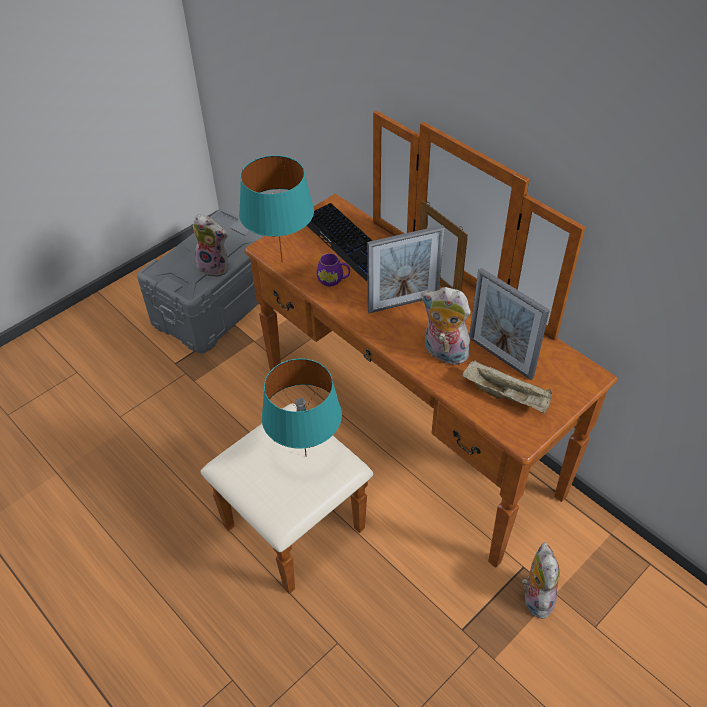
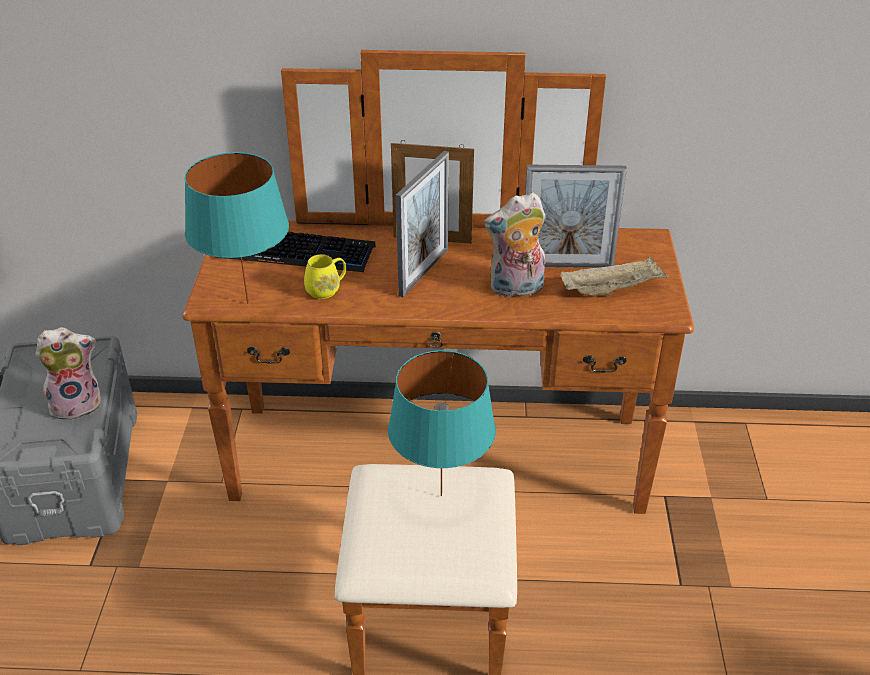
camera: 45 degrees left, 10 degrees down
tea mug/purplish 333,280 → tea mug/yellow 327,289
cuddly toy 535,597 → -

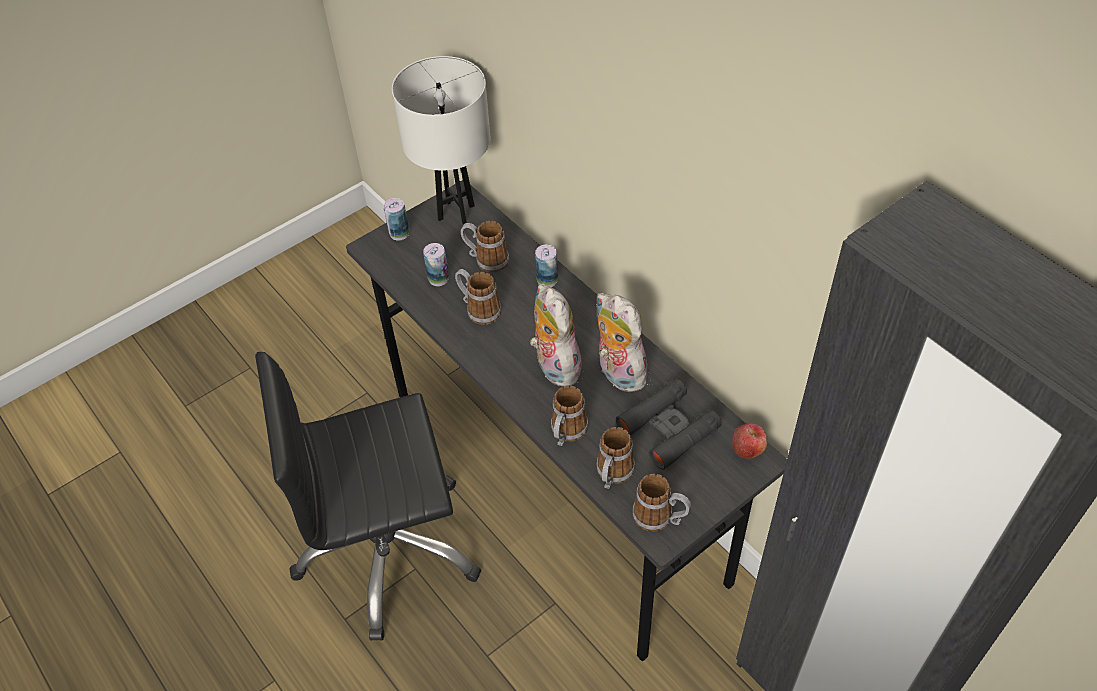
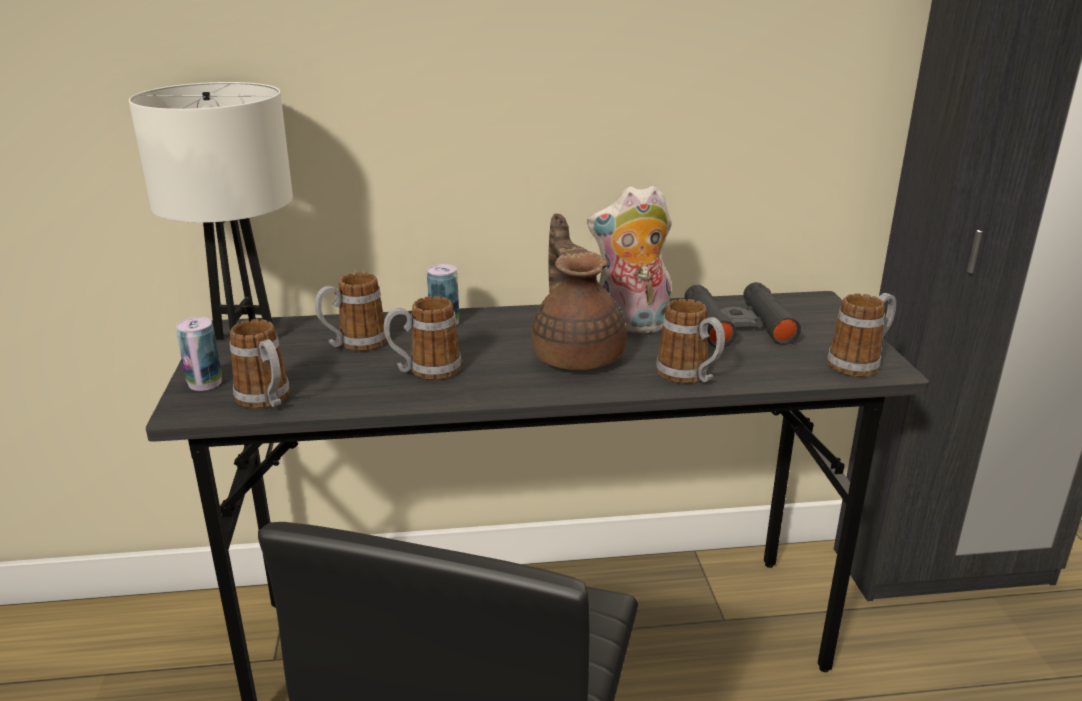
camera: 60 degrees left, 25 degrees down
can 438,278 → -
cuddly toy 554,365 → teapot/brownish 577,354
apple 748,449 → -
tea mug 612,475 → tea mug 267,401, relocated

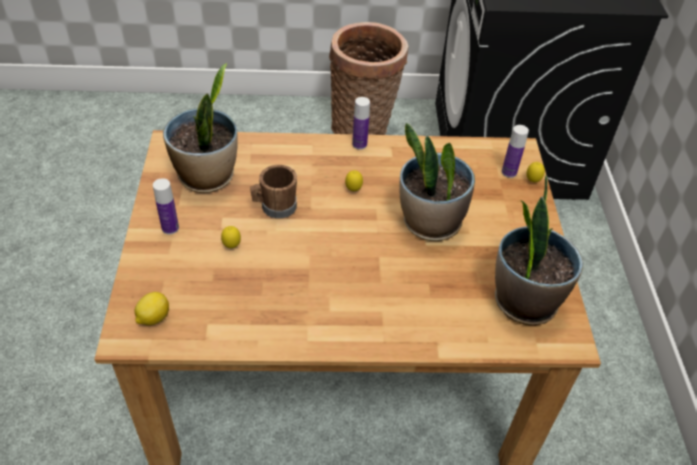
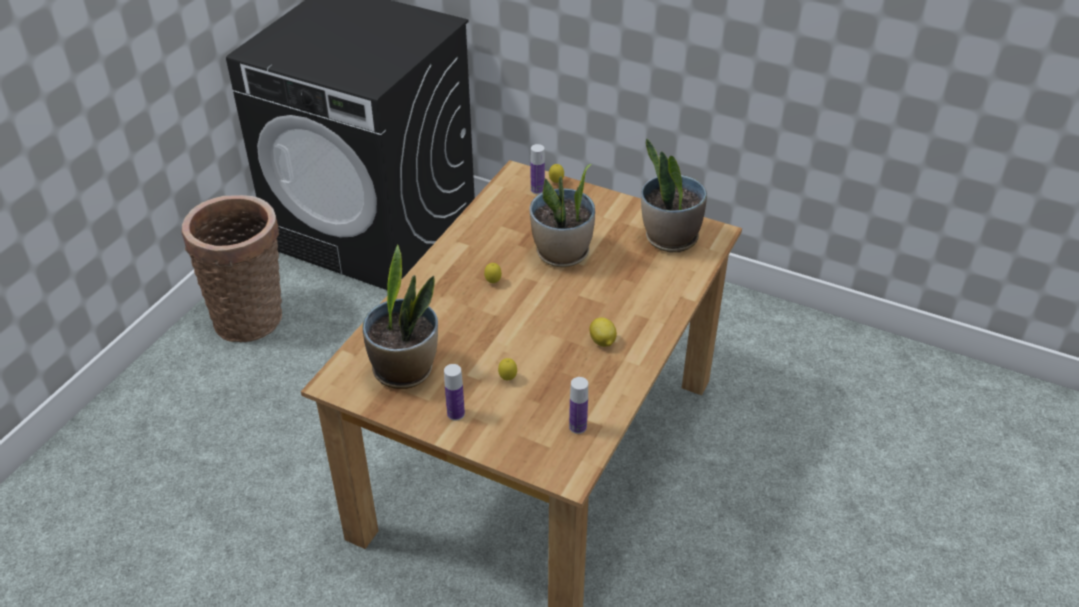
camera: 60 degrees left, 5 degrees down
bottle 359,144 → bottle 578,427, relocated
tea mug/brownish 275,207 → -
citrus fruit 153,318 → citrus fruit 602,342, relocated

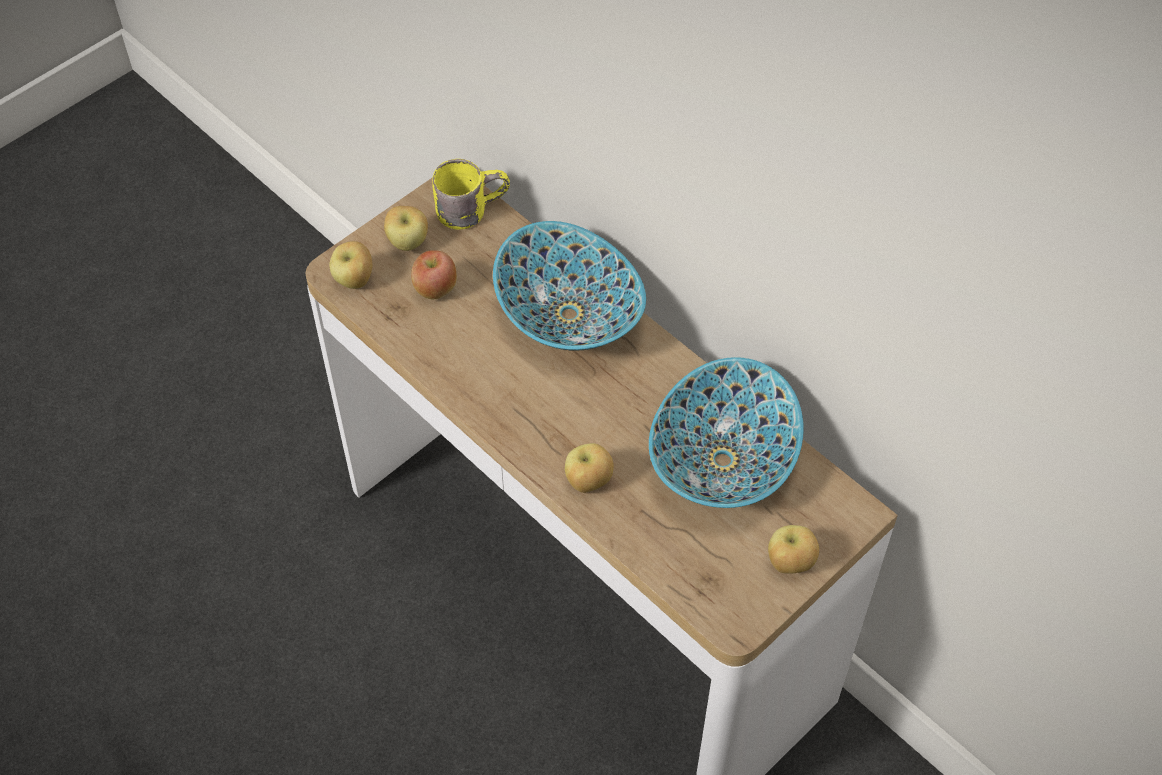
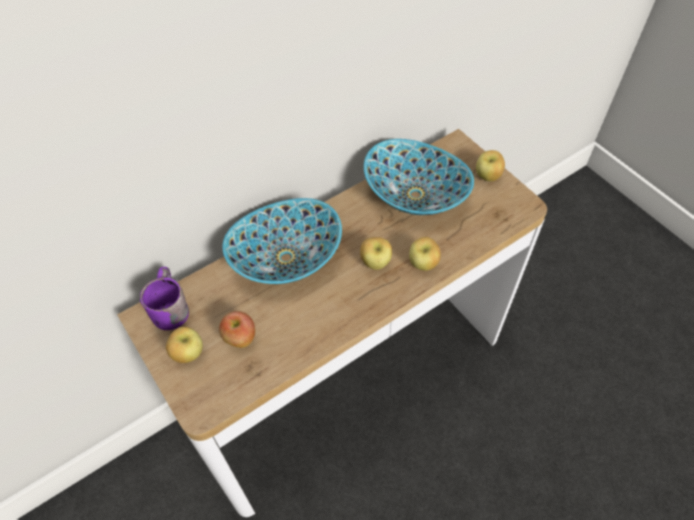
camera: 80 degrees left, 0 degrees up
tea mug/yellow 469,207 → tea mug/purplish 167,308
apple 355,280 → apple 375,262, relocated

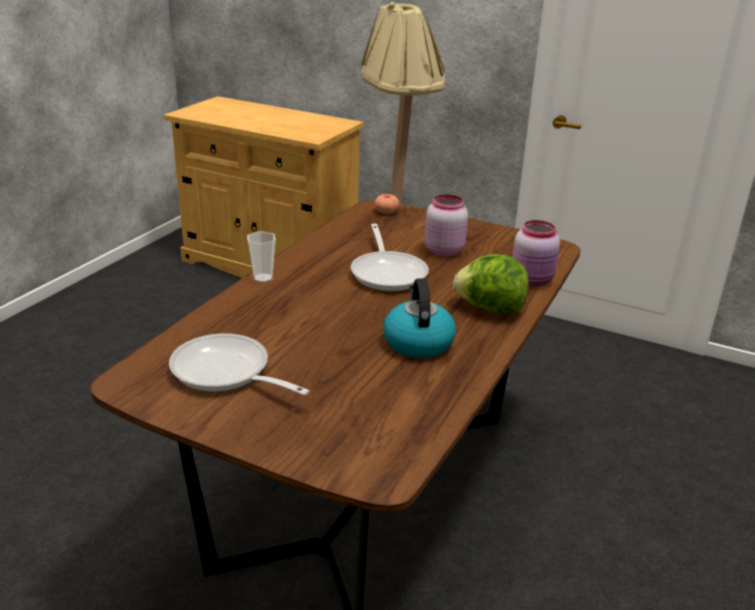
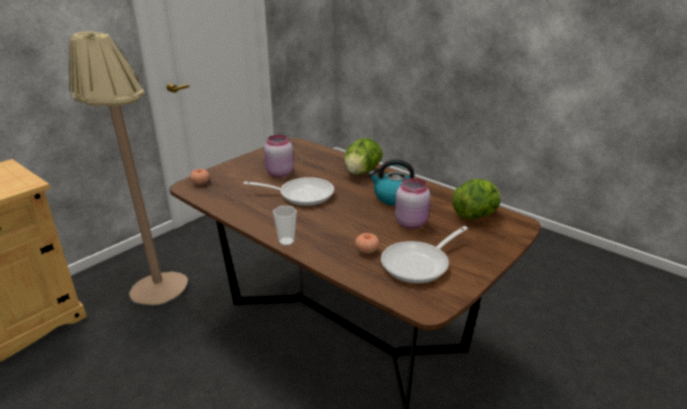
camera: 75 degrees left, 0 degrees up
preserve jar/pink 533,280 → preserve jar/pink 411,222, relocated
- → head of lettuce 475,215
- → fresh tomato 366,250

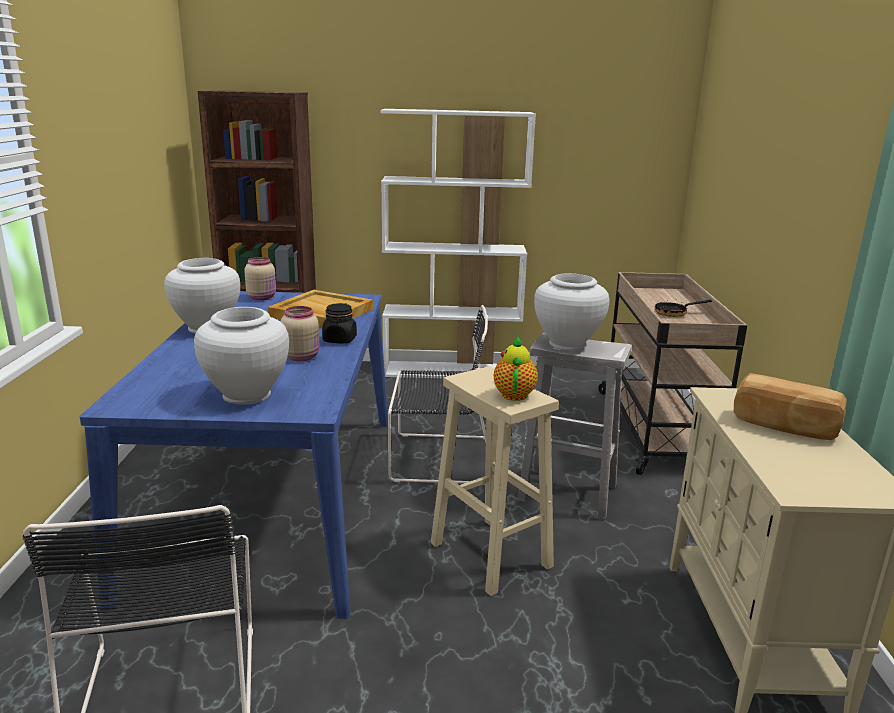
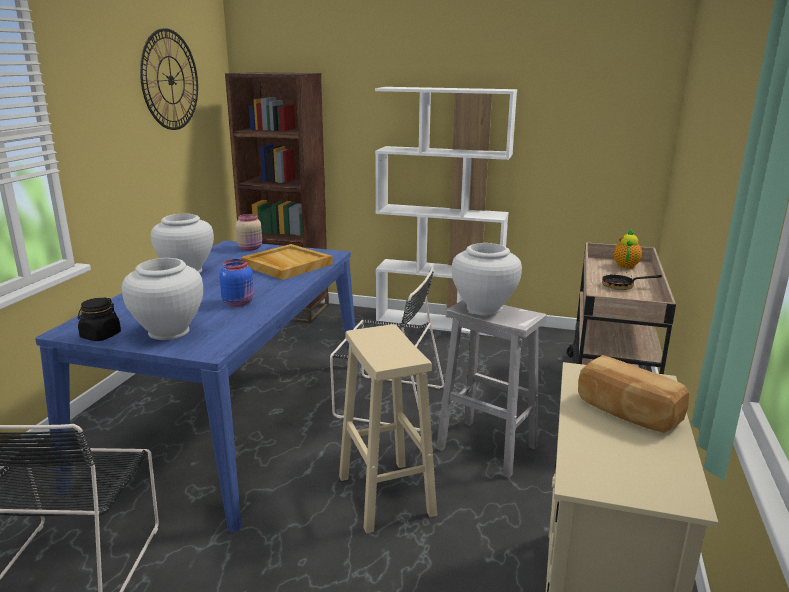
camera: 15 degrees right, 0 degrees up
preserve jar/blackish 339,340 → preserve jar/blackish 100,336, relocated
preserve jar/sand-coloured 302,357 → preserve jar/bluish 239,302
teapot 514,394 → teapot 626,265, relocated
- → clock on the wall 170,80

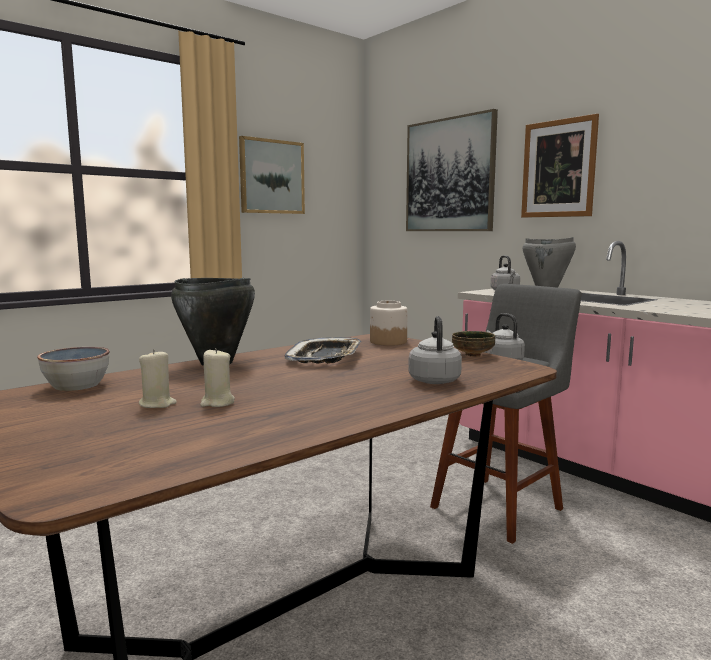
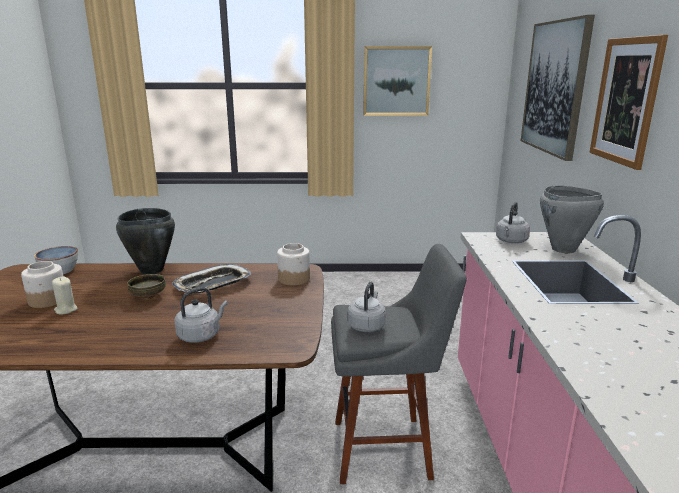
camera: 40 degrees right, 10 degrees up
deep dish 473,355 → deep dish 148,296, relocated
wax light/sand-coloured 157,404 → preserve jar 47,300

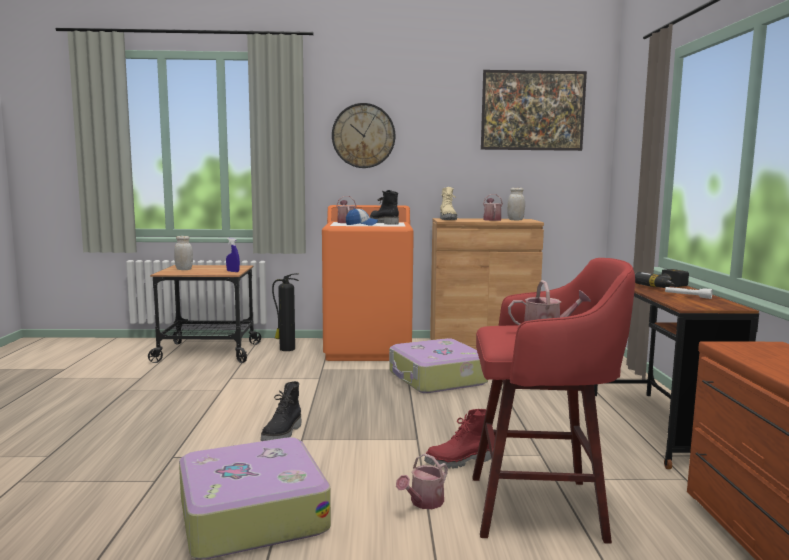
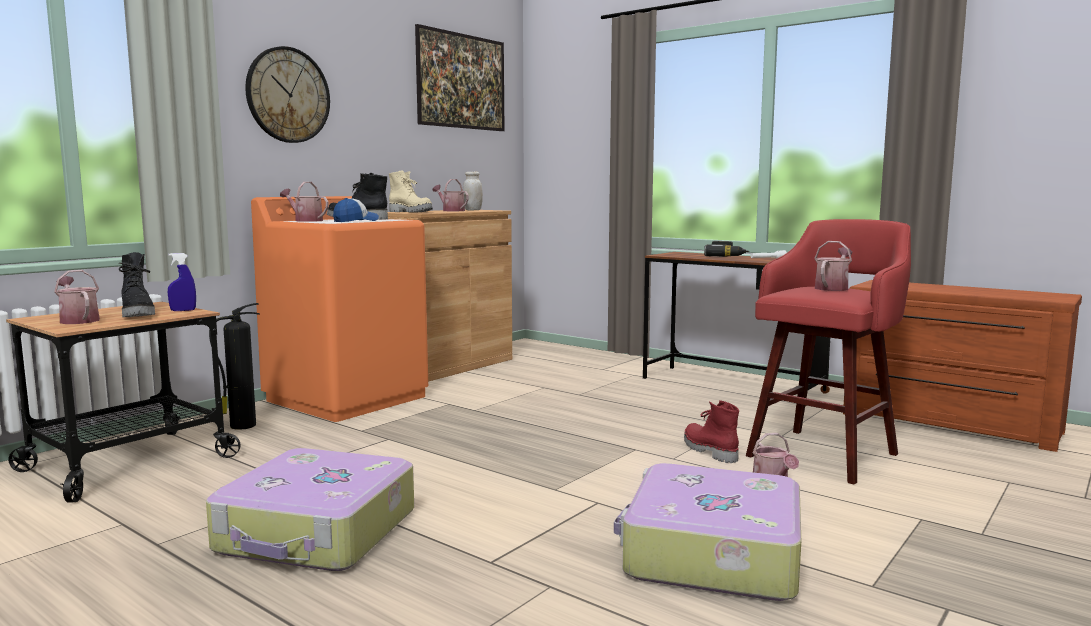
camera: 50 degrees left, 0 degrees up
preserve jar/white-coloured 184,269 → watering can 78,320
piece of luggage 436,378 → piece of luggage 318,532, relocated
high-top boot/blackish 283,434 → high-top boot/blackish 138,314, relocated
high-top boot/red 459,462 → high-top boot/red 708,451, 135 degrees clockwise

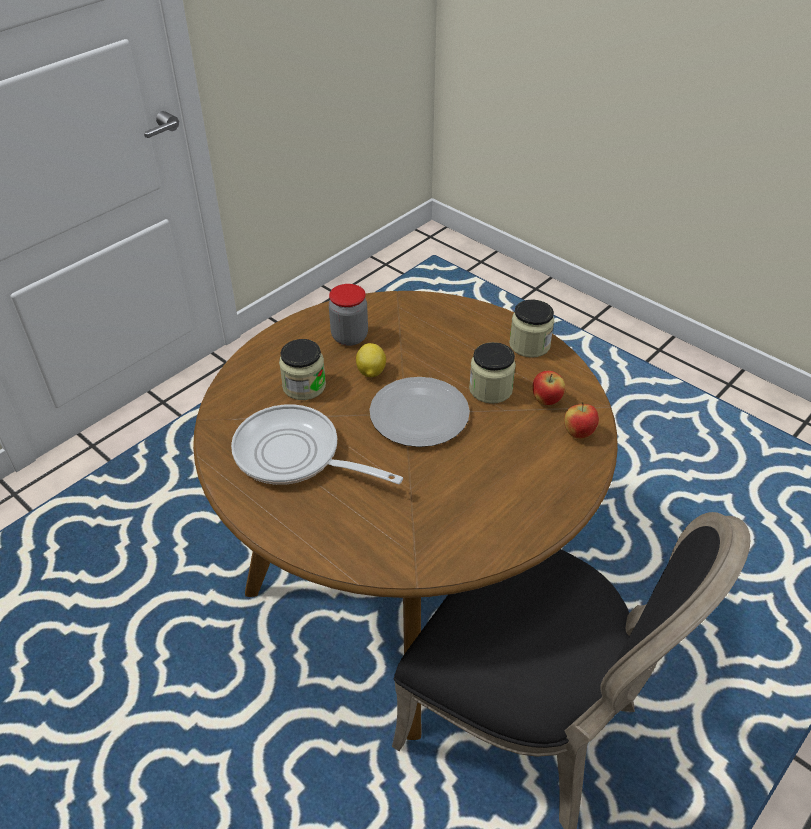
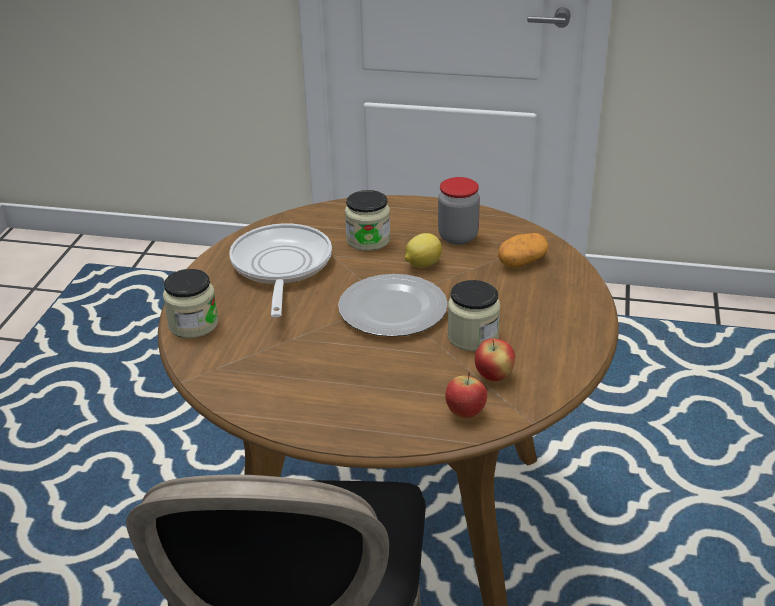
camera: 60 degrees right, 10 degrees down
preserve jar 529,345 → preserve jar 193,324, relocated
- → whole potato 522,262

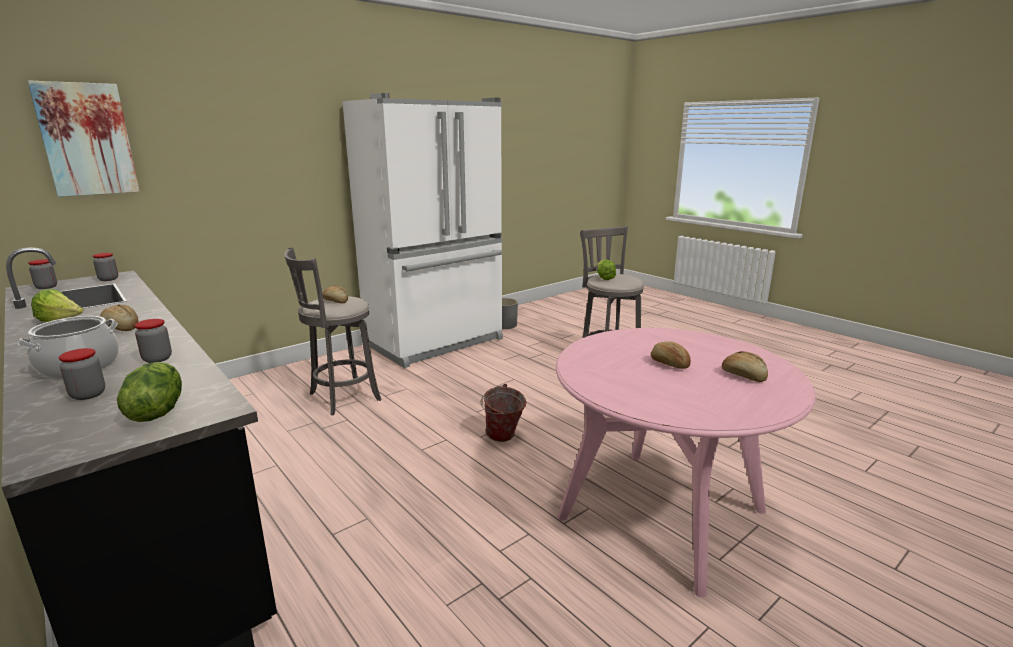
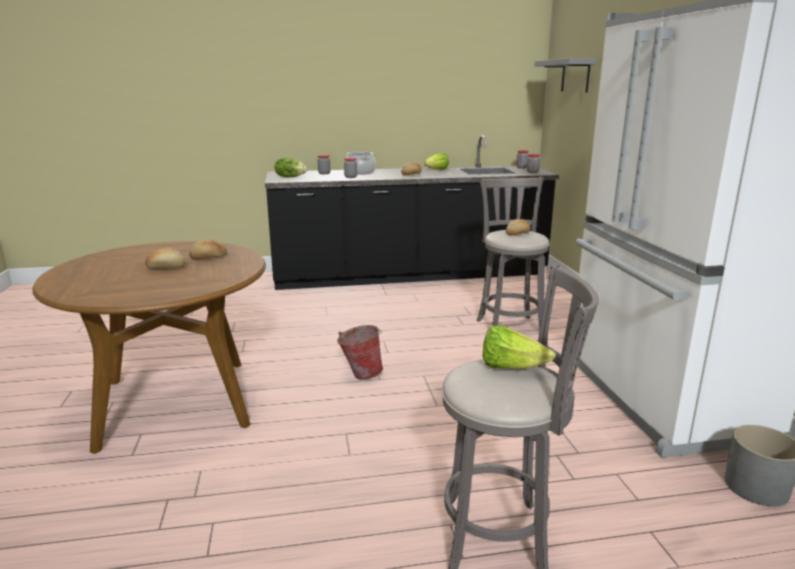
camera: 120 degrees right, 0 degrees up
picture 86,139 → shelf/greyish 575,76
dinner table/pink 662,513 → dinner table/brownish 175,402
bread 743,376 → bread 208,258, relocated

